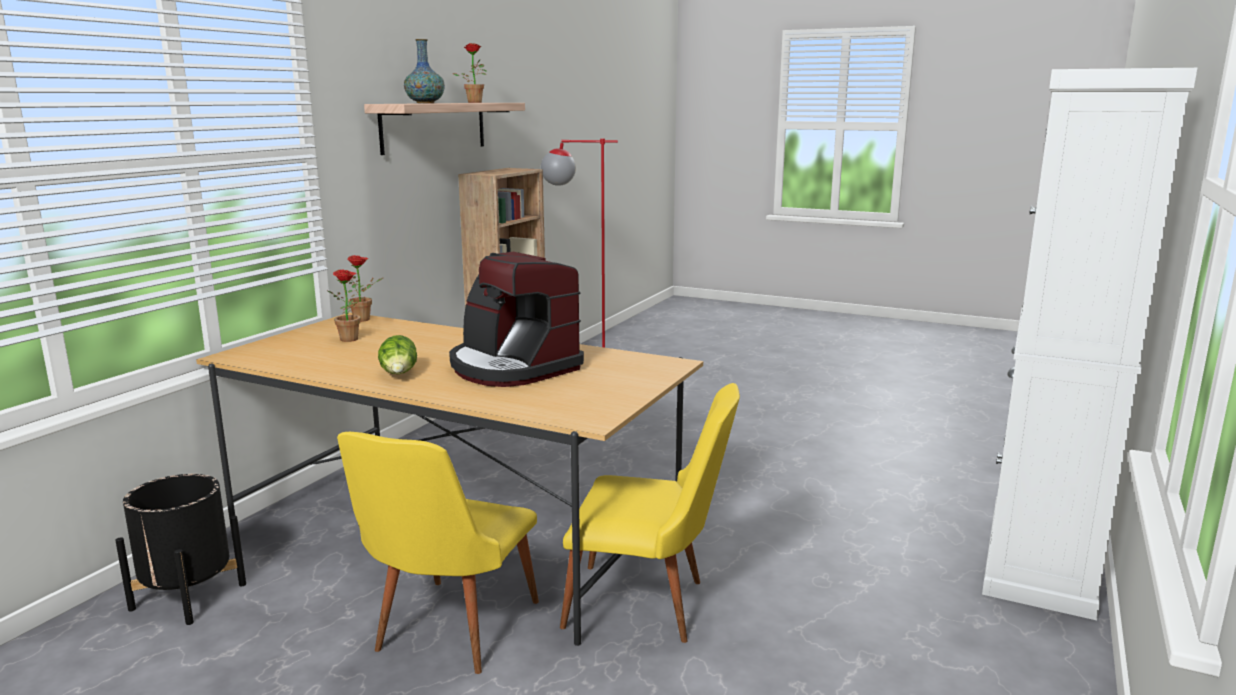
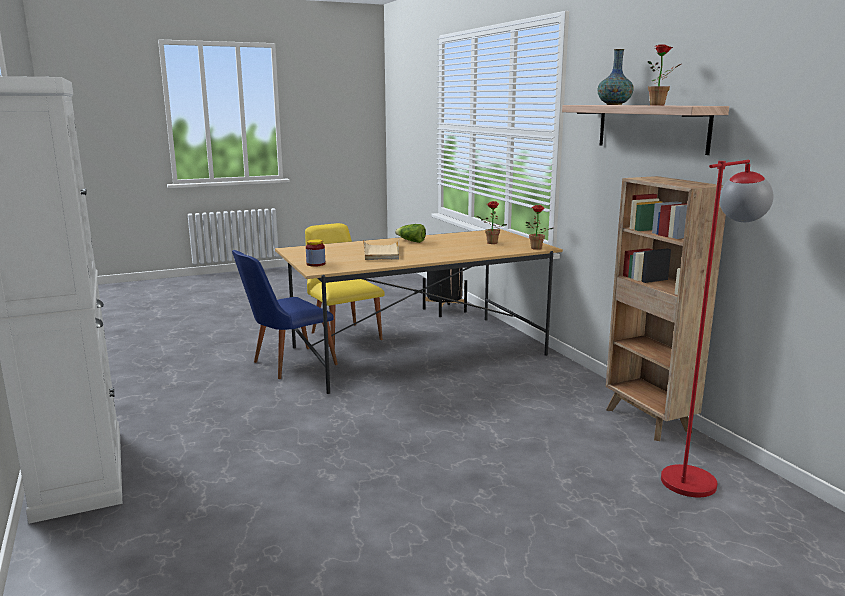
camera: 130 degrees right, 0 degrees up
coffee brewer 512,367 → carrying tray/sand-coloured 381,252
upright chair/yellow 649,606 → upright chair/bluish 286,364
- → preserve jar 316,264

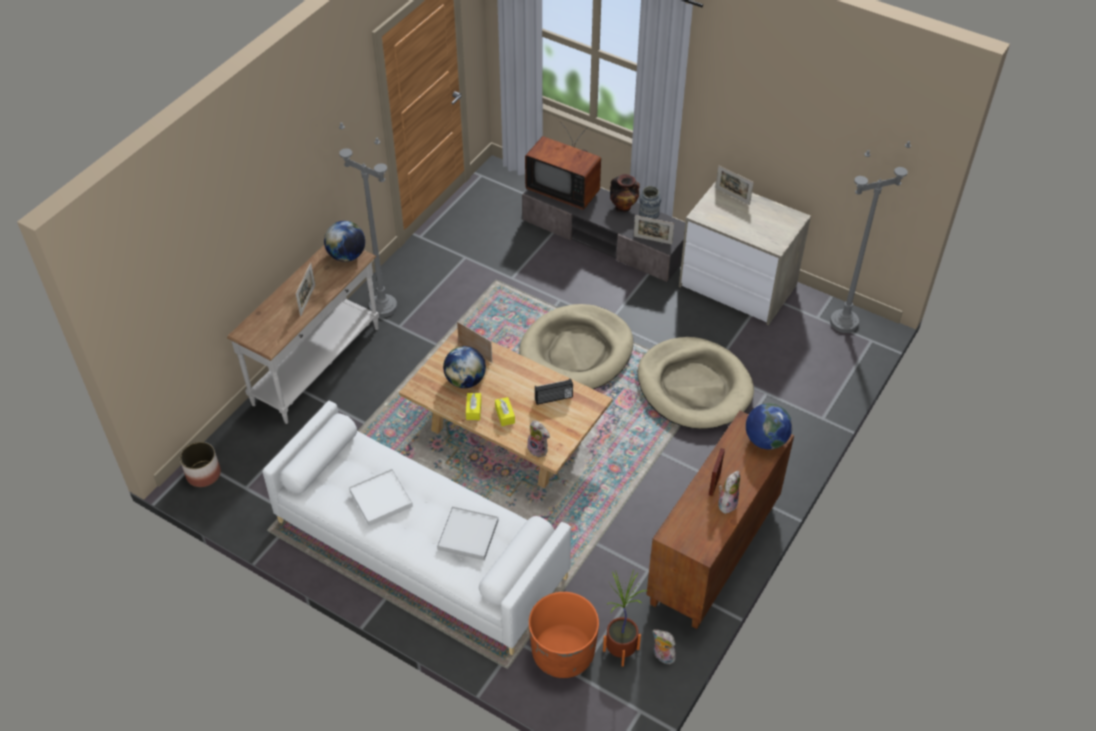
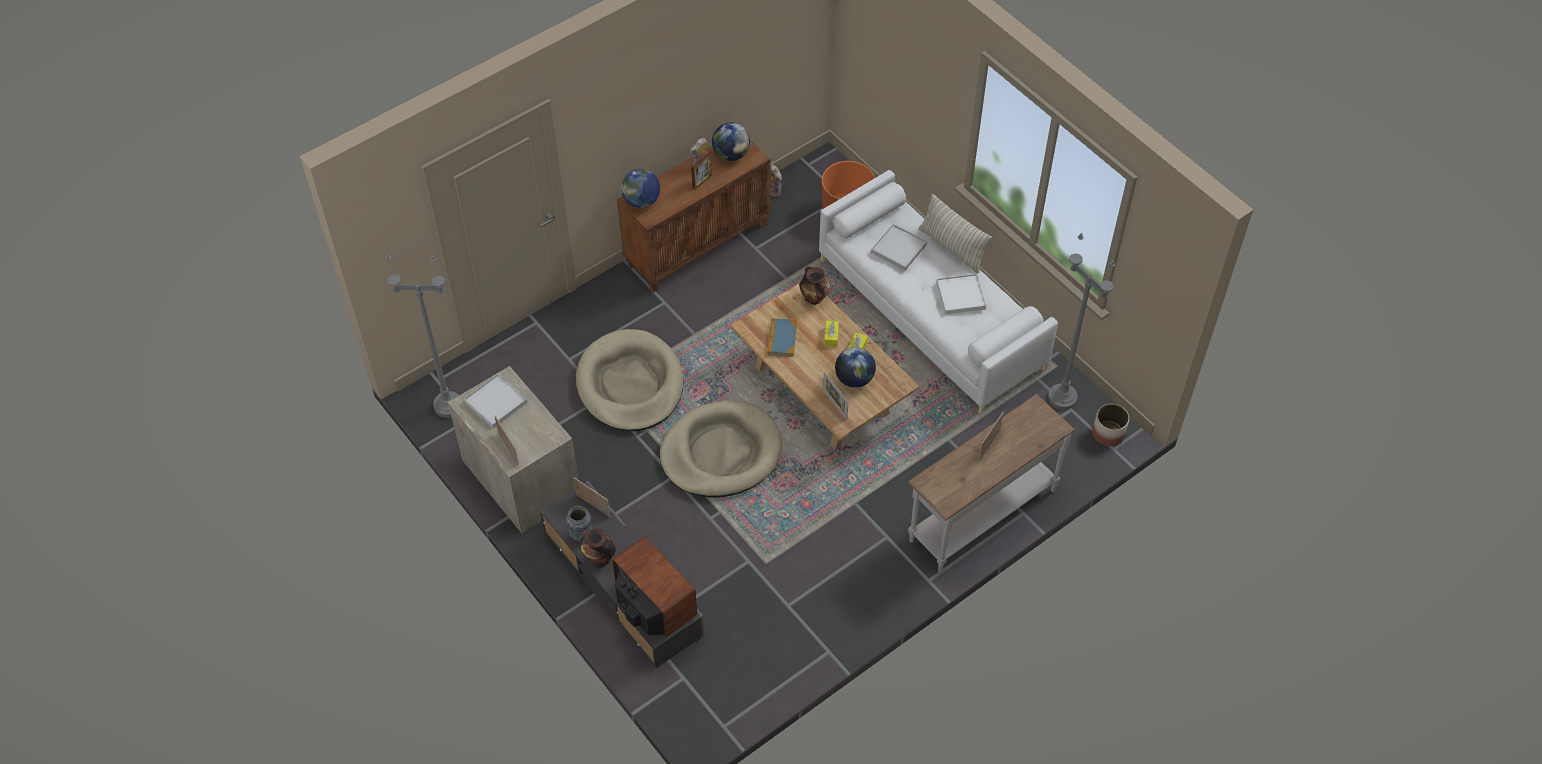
camera: 160 degrees left, 5 degrees up
floor lamp/greyish 383,307 → floor lamp/greyish 1062,398, relocated
globe 347,255 → globe 731,154, relocated
radio receiver 553,399 → book 782,339
cuddly toy 539,449 → vase 814,299
plant in a pot 620,650 → -
- → cushion 952,247
- → carrying tray/white-coloured 495,402

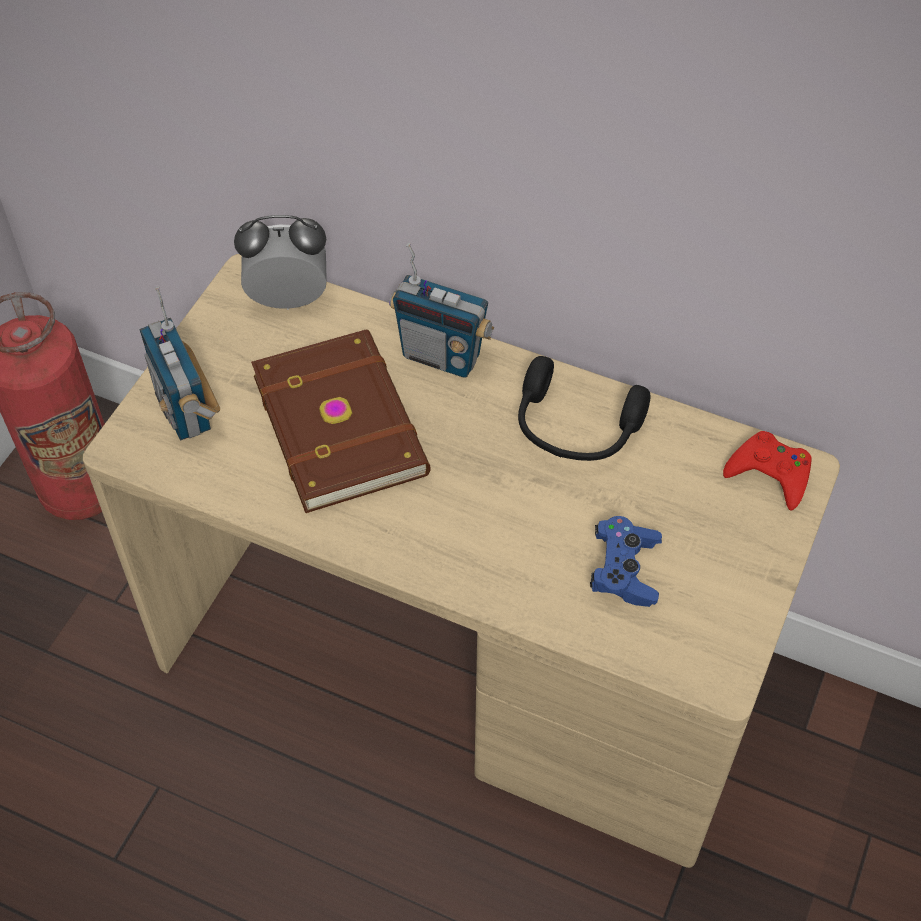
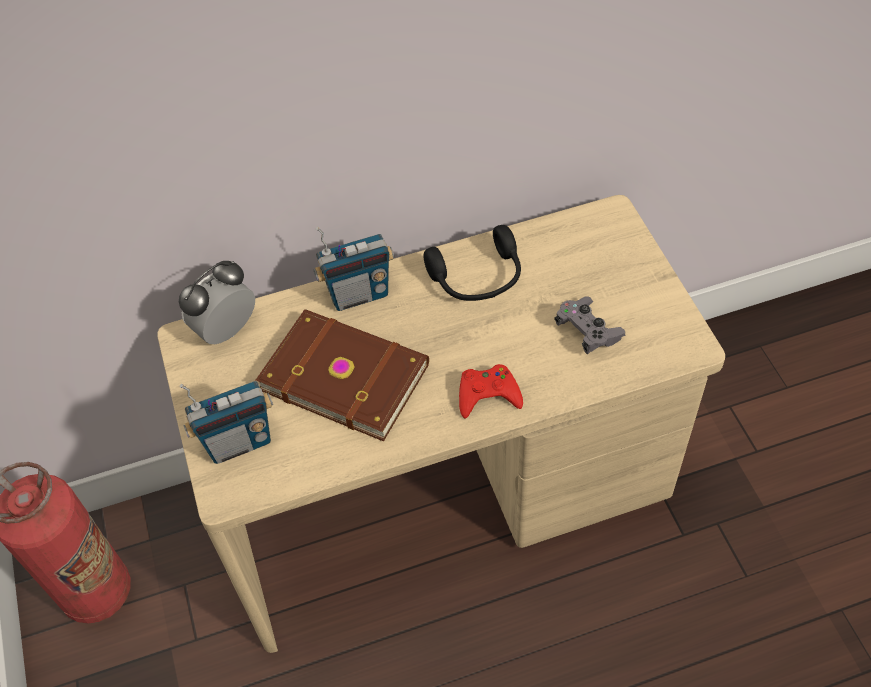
camera: 40 degrees left, 0 degrees up
radio receiver 186,411 → radio receiver 239,442, 45 degrees counterclockwise
gamepad/red 770,474 → gamepad/red 488,395, relocated
gamepad/bluish 624,570 → gamepad/greyish 587,332

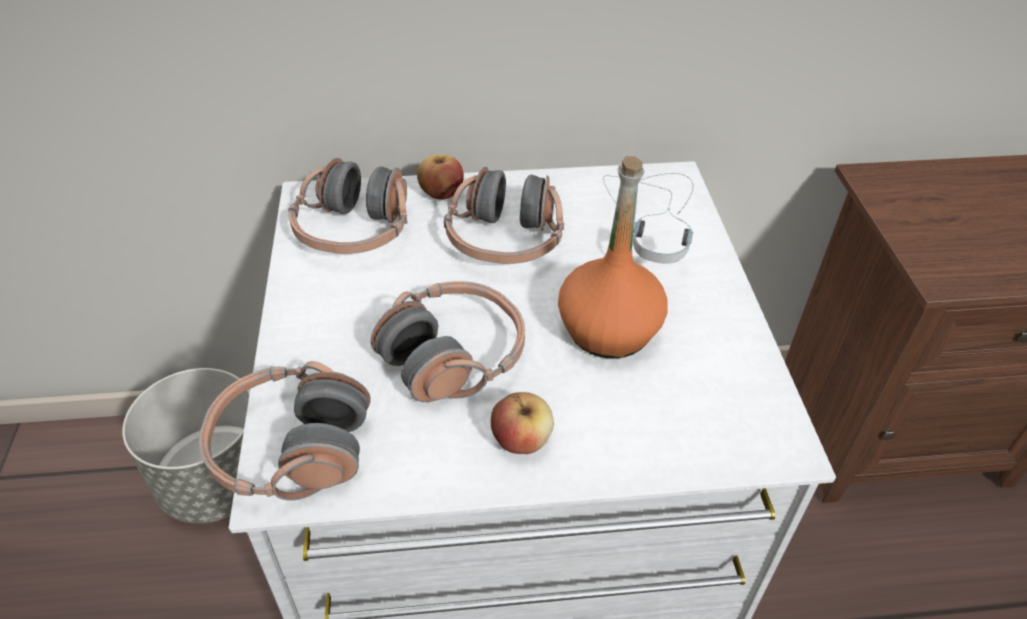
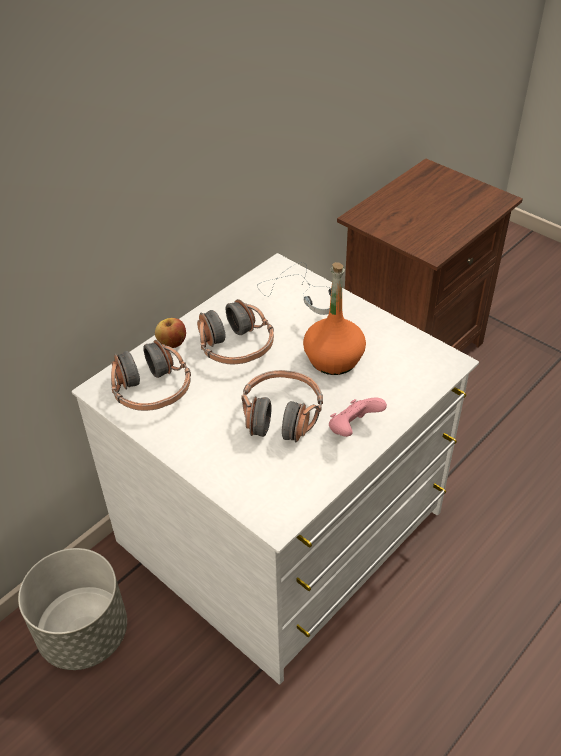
camera: 40 degrees left, 0 degrees up
headphones 291,448 → -
apple 521,440 → gamepad/pink 353,429

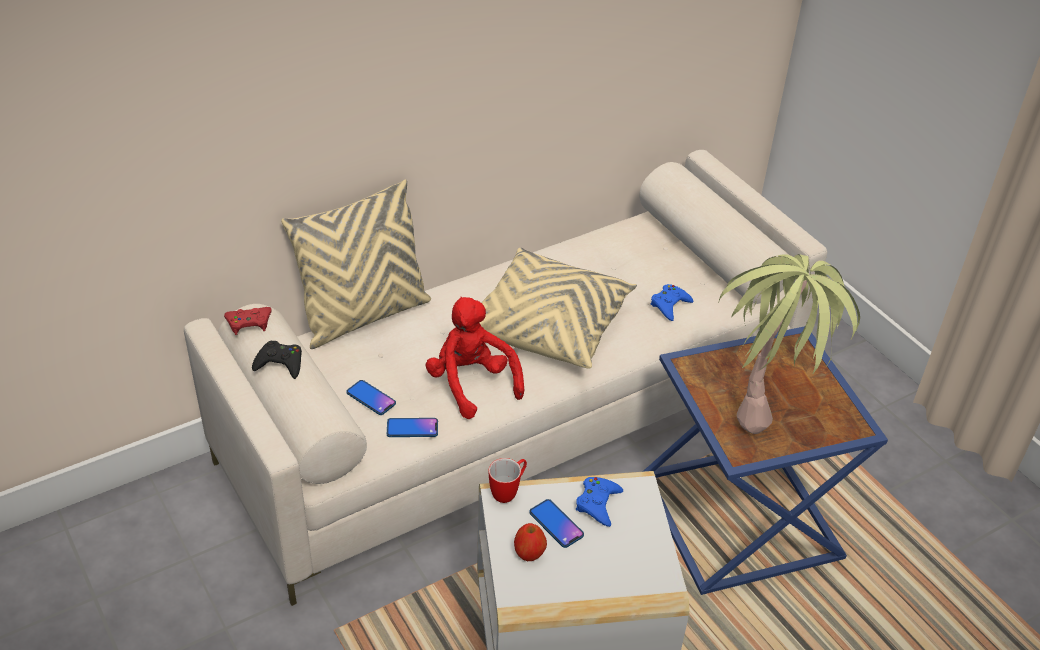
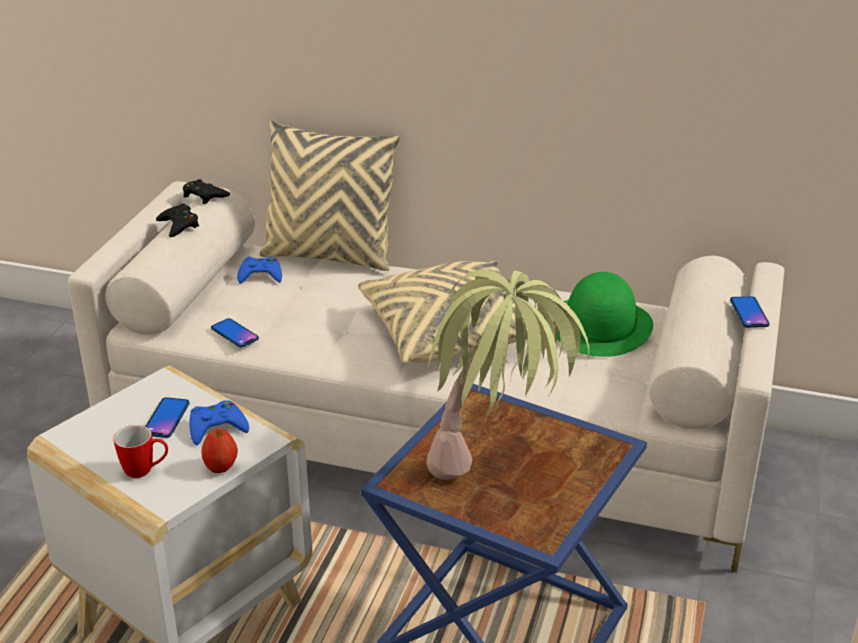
camera: 50 degrees right, 10 degrees down
gamepad/bluish 669,305 → gamepad/bluish 260,275, relocated
cuddly toy/red 471,383 → -
gamepad/red 249,323 → gamepad/blackish 204,196
phone 371,398 → phone 749,313, relocated
tea mug 508,491 → tea mug 145,471, relocated
apple 529,553 → apple 221,467, relocated
- → wearable hat/greenish 599,325

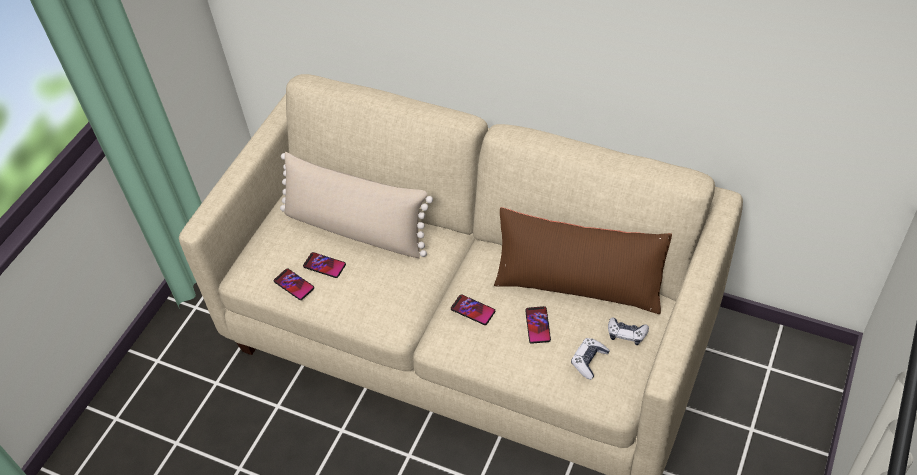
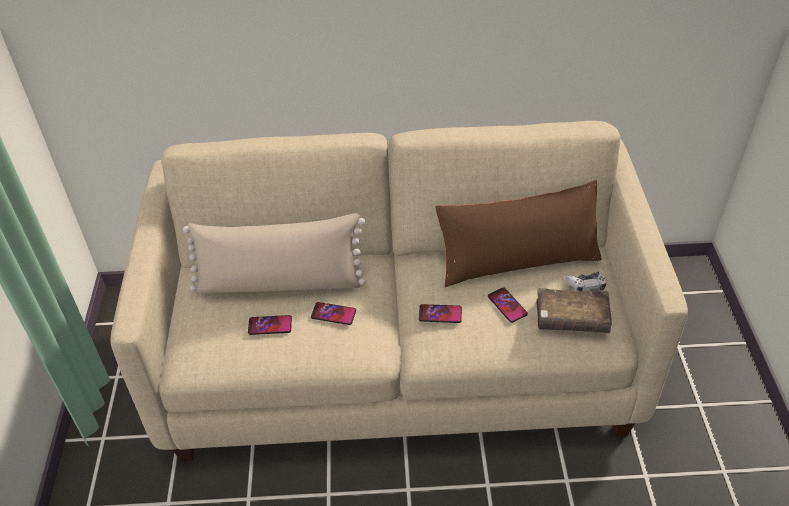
camera: 30 degrees left, 5 degrees down
phone 294,285 → phone 333,314, relocated
gamepad 589,361 → book/brownish 571,318

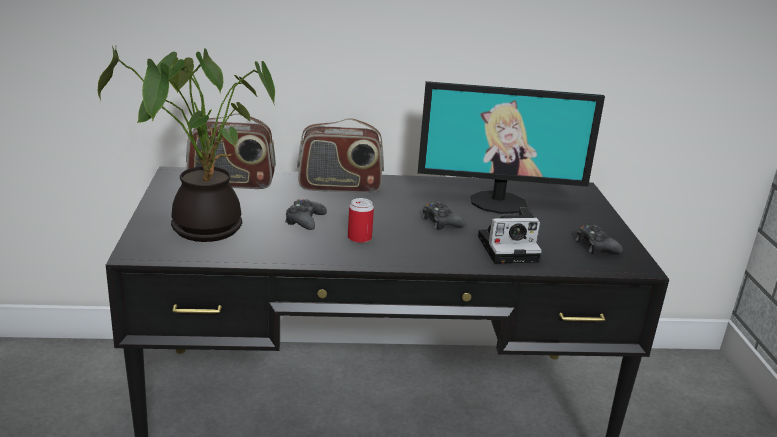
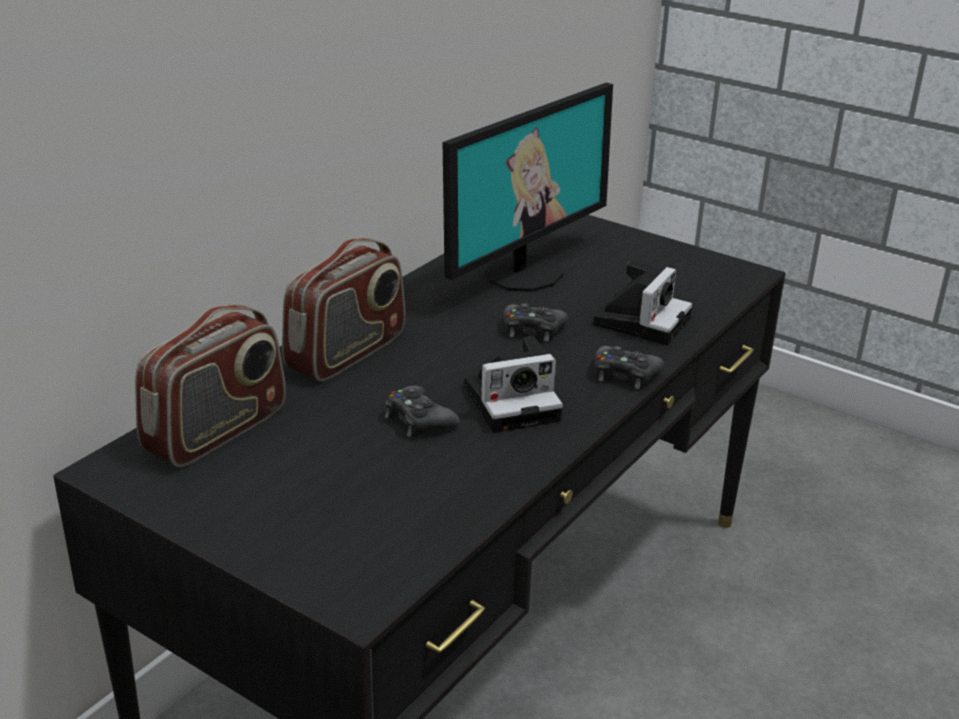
camera: 50 degrees left, 5 degrees up
plant in a pot 203,226 → -
can 359,238 → photo camera 515,402
gamepad/blackish 596,246 → gamepad/blackish 625,375, relocated

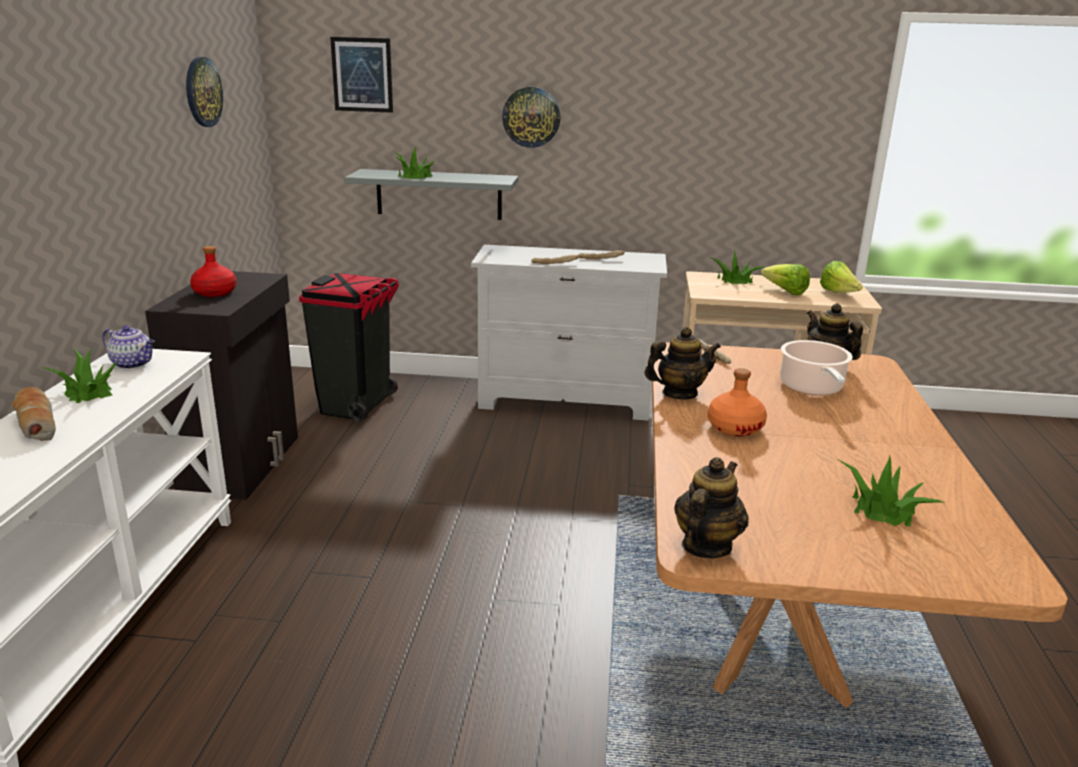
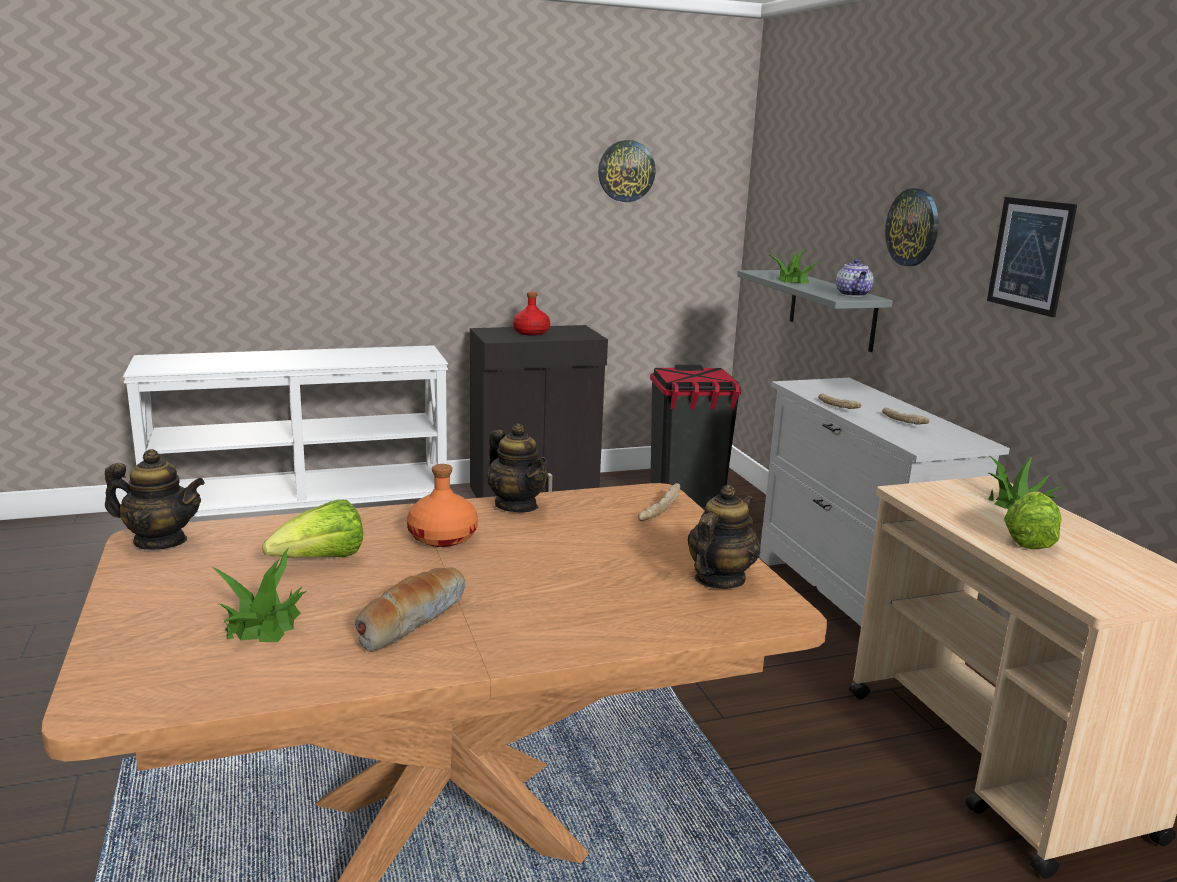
camera: 65 degrees right, 5 degrees down
picture 362,75 → picture 1030,255, relocated
head of lettuce 839,293 → head of lettuce 321,561, relocated
teapot 133,364 → teapot 853,294, relocated
stockpot 812,388 → -
plant in a pot 88,392 → -
bread 35,423 → bread 411,619, relocated

